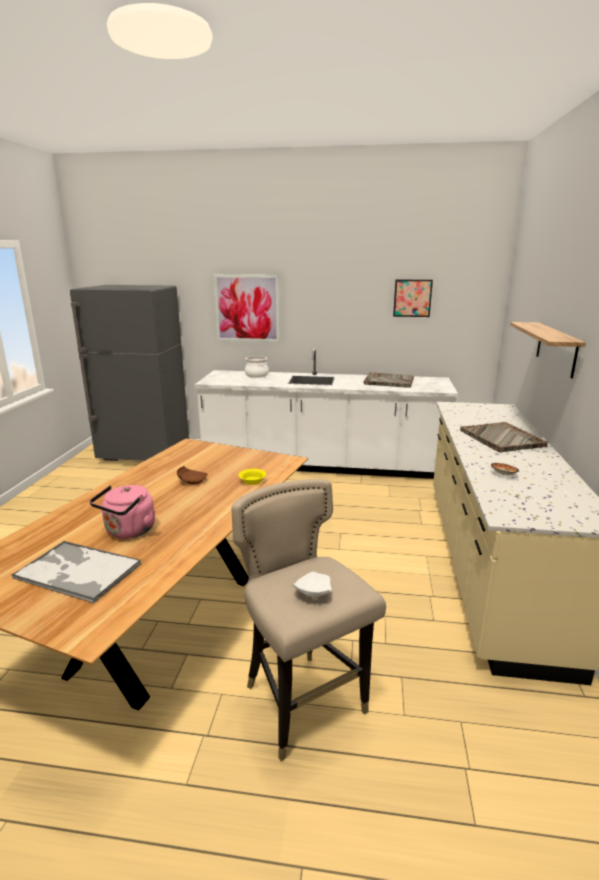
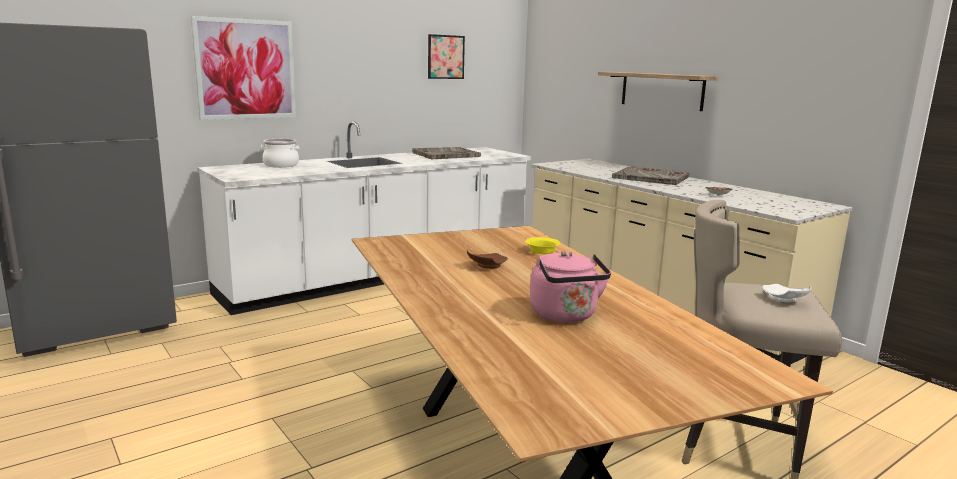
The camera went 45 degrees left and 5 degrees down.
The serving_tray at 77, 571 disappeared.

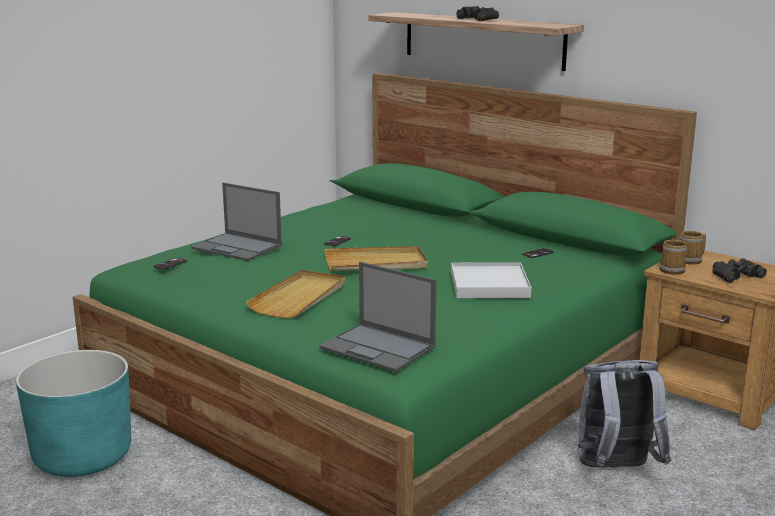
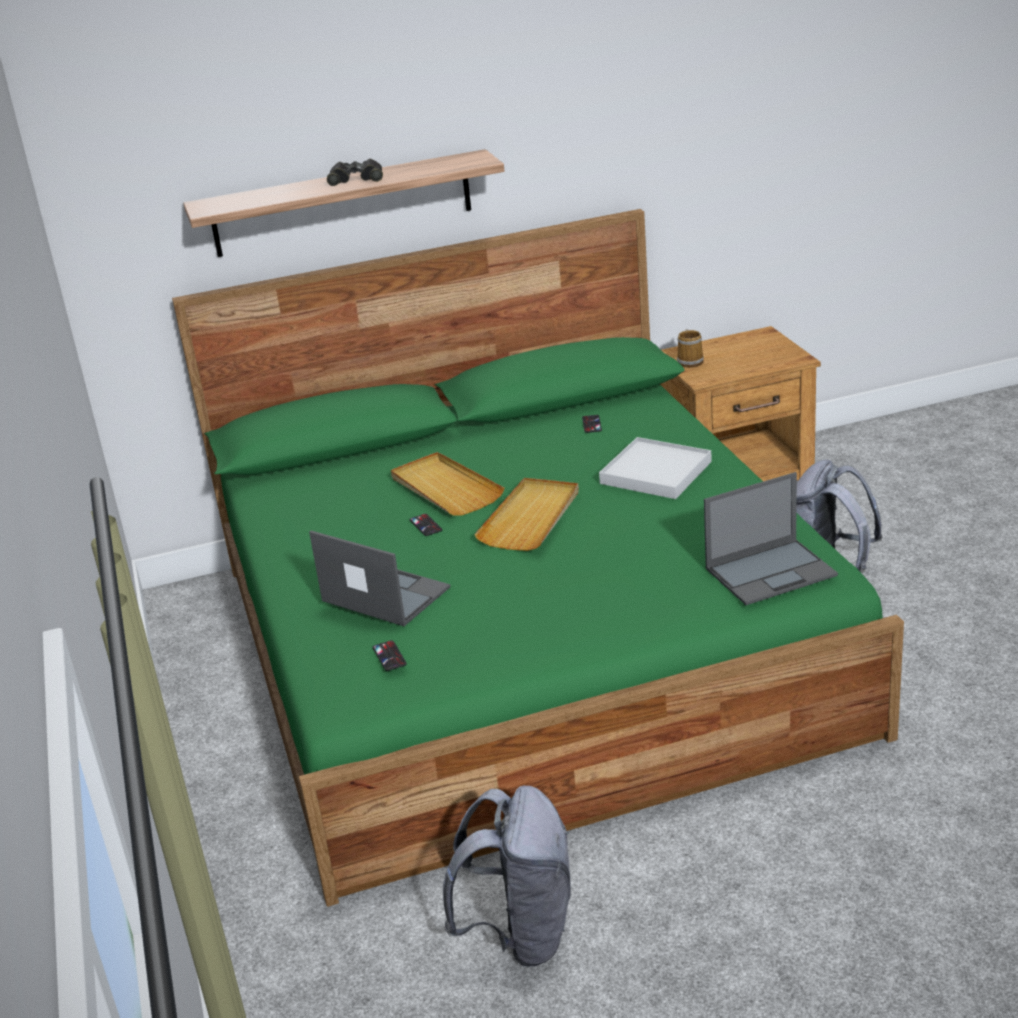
The camera went 55 degrees left and 10 degrees up.
The blue-green_planter at 83, 456 was replaced by the gray_rucksack at 520, 934.
The notebook_computer at 238, 247 turned 120 degrees counterclockwise.
The sand-coloured_serving_tray moved from 299, 297 to 445, 488.
The tea_mug at 673, 270 disappeared.
The blackish_pair_of_binoculars at 736, 275 disappeared.

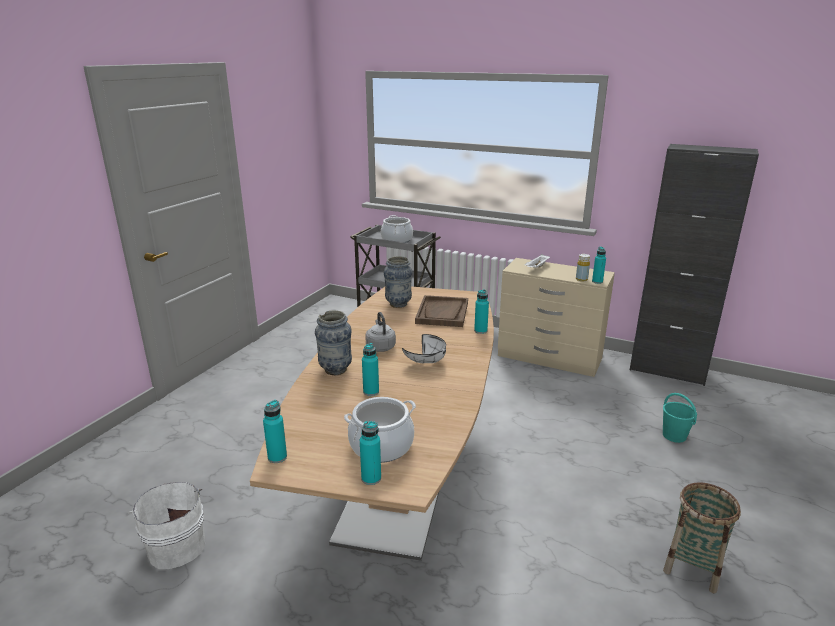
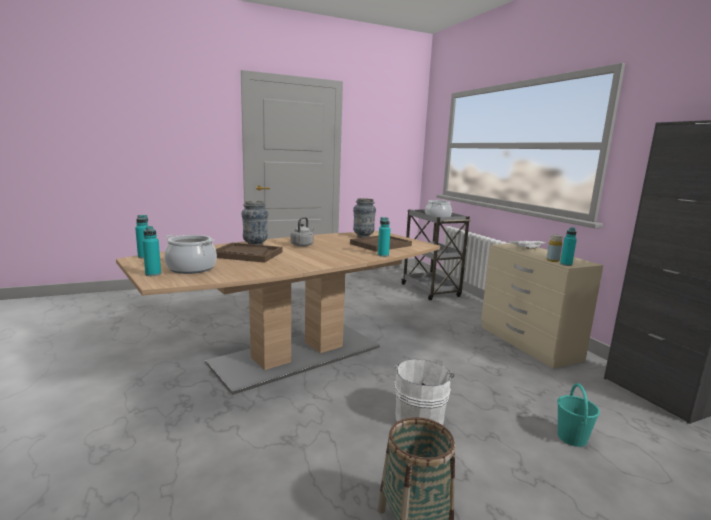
The camera went 40 degrees right and 10 degrees down.
The white_bucket moved from 176, 545 to 419, 416.
The blue-green_beverage_bottle at 371, 392 was replaced by the brownish_serving_tray at 247, 254.
The white_serving_bowl at 428, 361 disappeared.

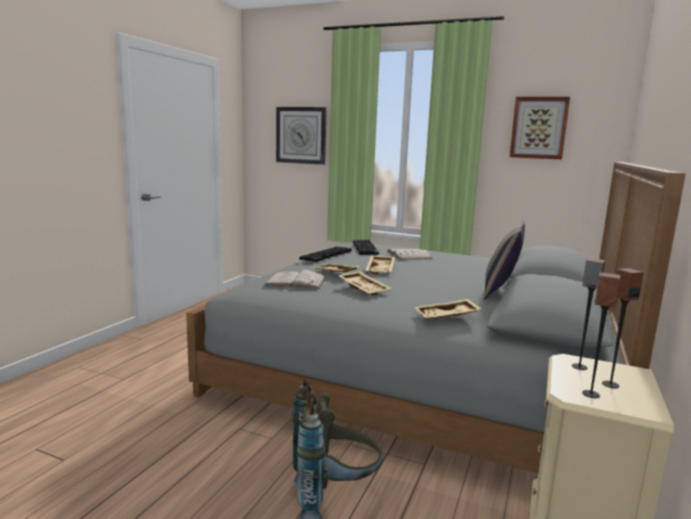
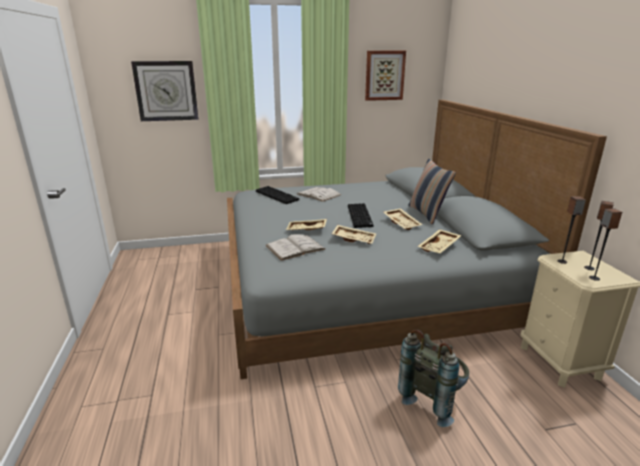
The camera went 35 degrees left and 10 degrees up.
The computer_keyboard moved from 327, 255 to 360, 216.
The sand-coloured_serving_tray moved from 381, 270 to 402, 223.

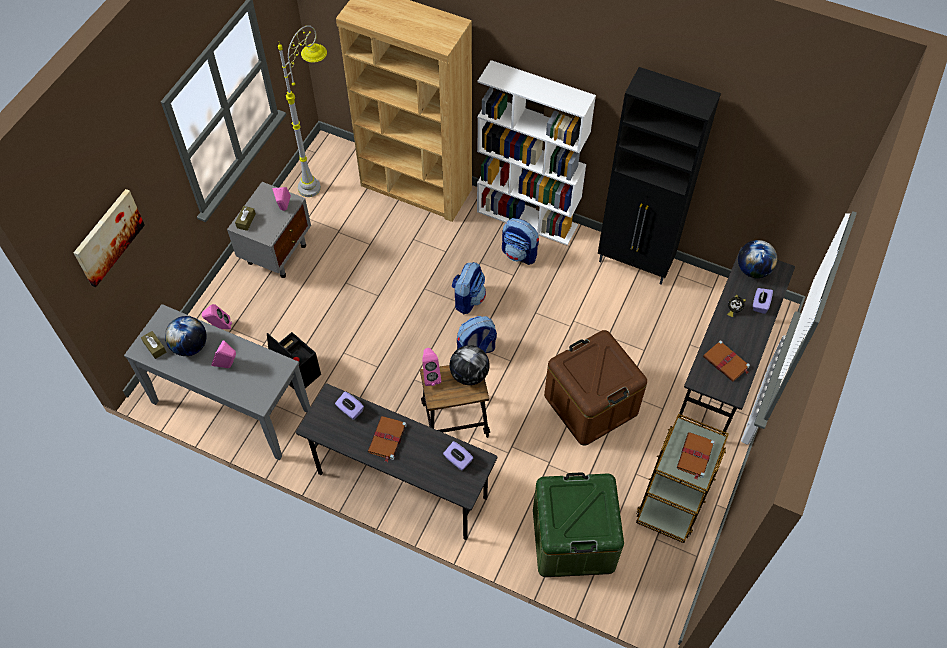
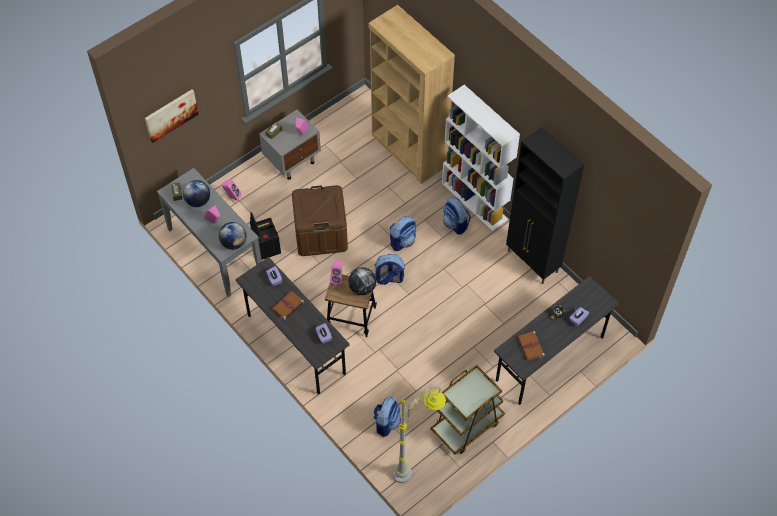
The camera went 25 degrees right and 0 degrees up.
The gray_floor_lamp moved from 321, 175 to 416, 465.
The greenish_storage_bin at 573, 539 was replaced by the rucksack at 386, 423.
The brownish_storage_bin moved from 590, 404 to 321, 234.
The brownish_volume at 695, 456 disappeared.
The desk_globe moved from 753, 270 to 234, 243.

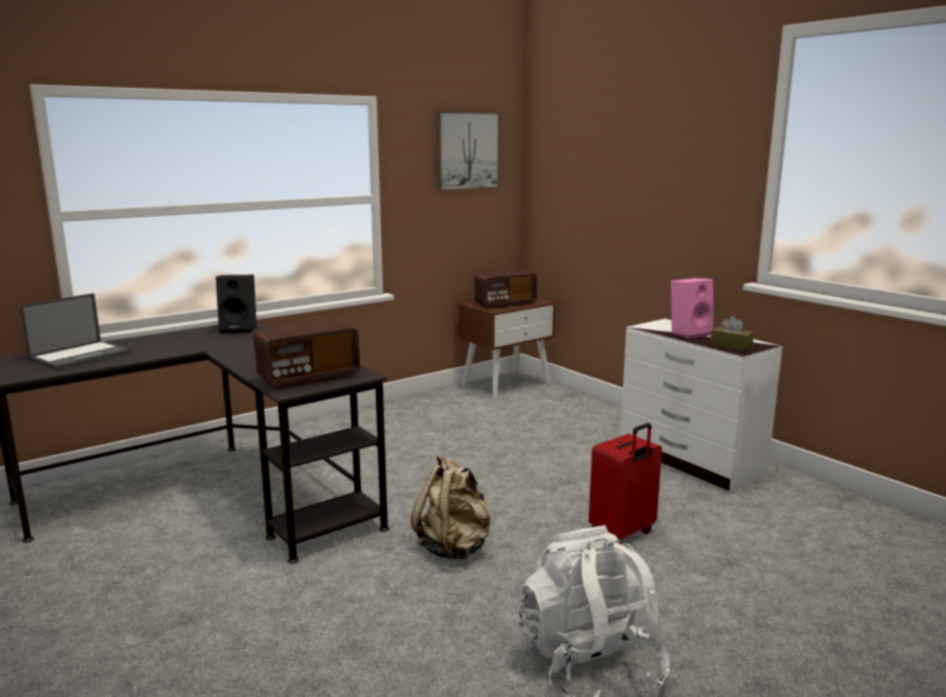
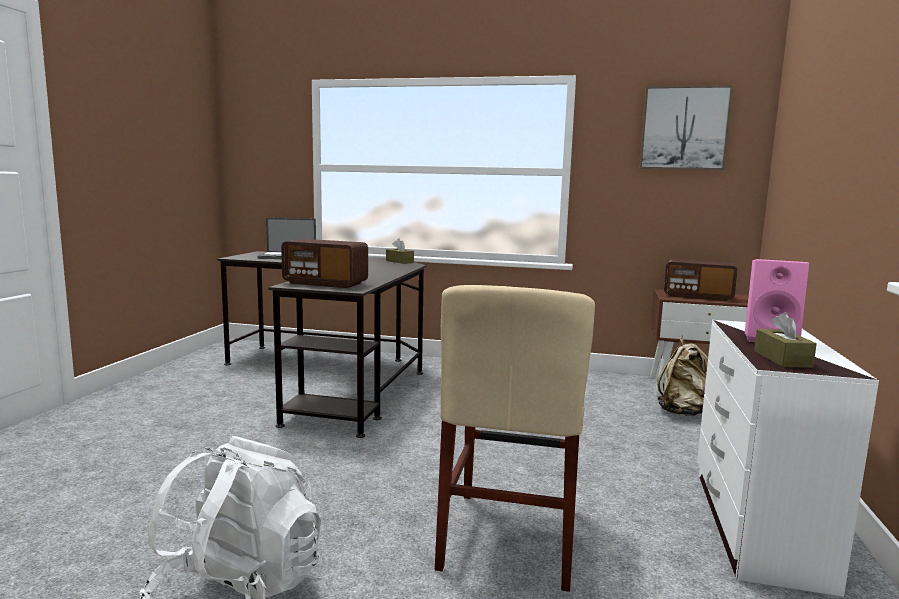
The camera went 50 degrees right and 5 degrees down.
The blackish_speaker at 240, 329 was replaced by the brownish_tissue_box at 399, 261.
The sand-coloured_rucksack moved from 454, 547 to 684, 412.
The reddish_suitcase at 622, 533 was replaced by the sand-coloured_upright_chair at 509, 536.

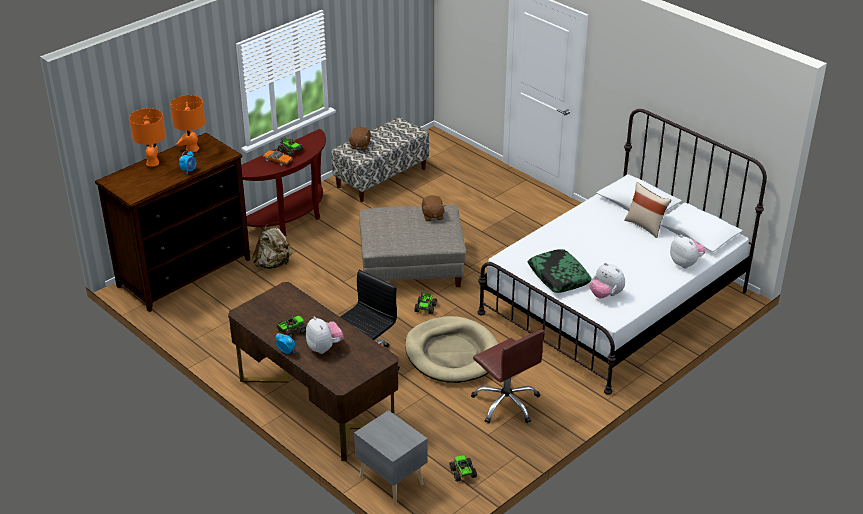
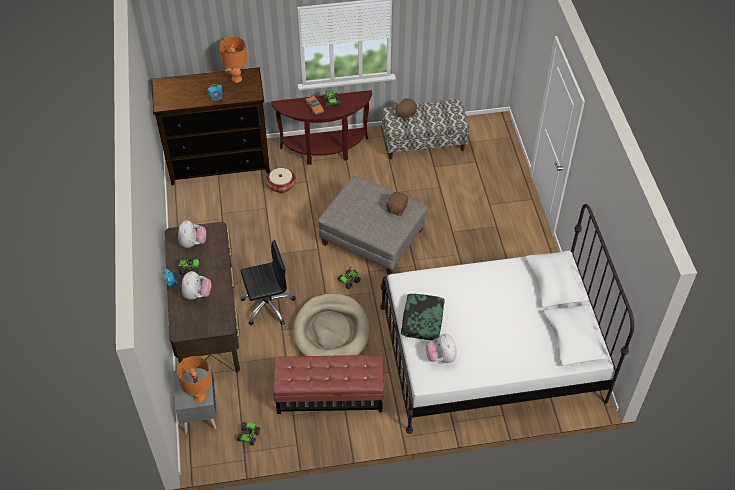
The camera went 35 degrees right and 15 degrees up.
The orangey_lamp_for_a_table moved from 153, 162 to 199, 396.
The sand-coloured_rucksack at 273, 264 was replaced by the basket at 281, 185.
The brownish_desk_chair at 506, 403 was replaced by the reddish_ottoman at 329, 396.
The sand-coloured_throw_pillow at 645, 226 disappeared.
The plush_toy moved from 685, 263 to 193, 243.

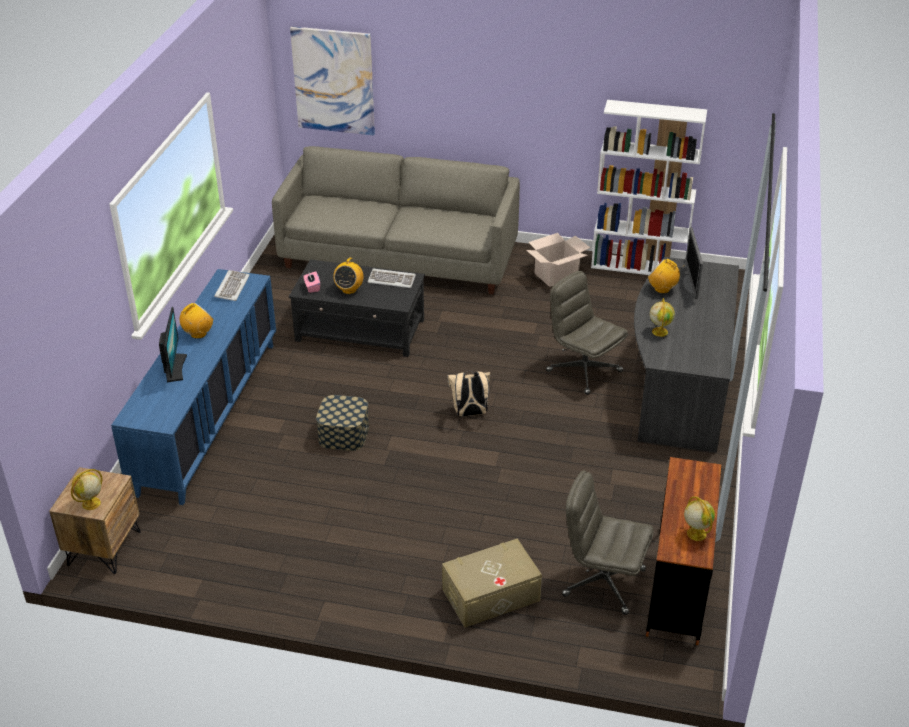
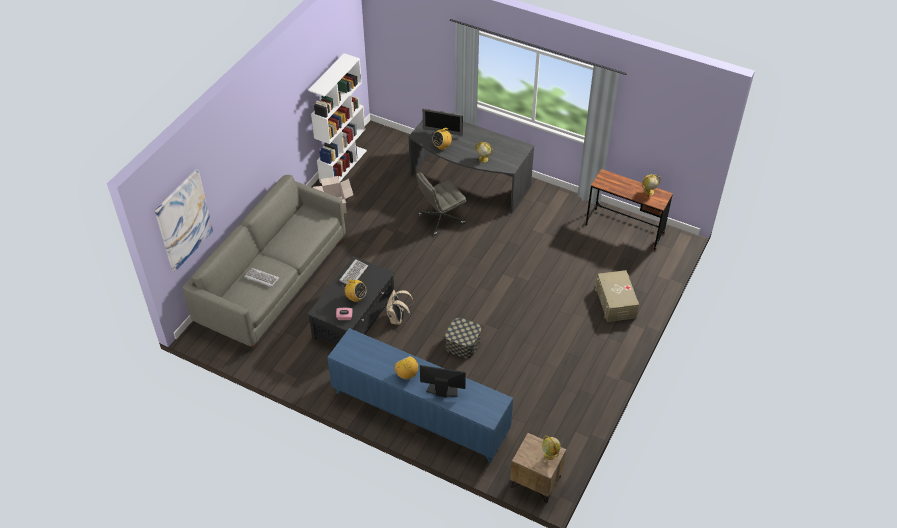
The camera went 75 degrees left and 10 degrees up.
The computer_keyboard moved from 231, 287 to 261, 278.
The sand-coloured_rucksack moved from 470, 413 to 398, 319.
The gray_desk_chair at 602, 582 disappeared.

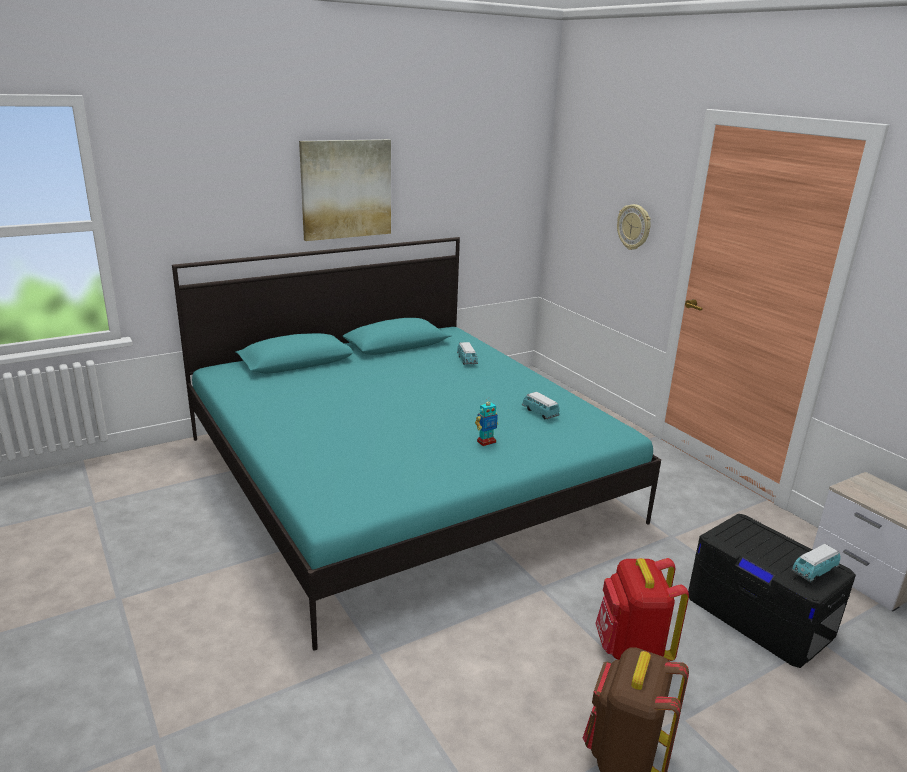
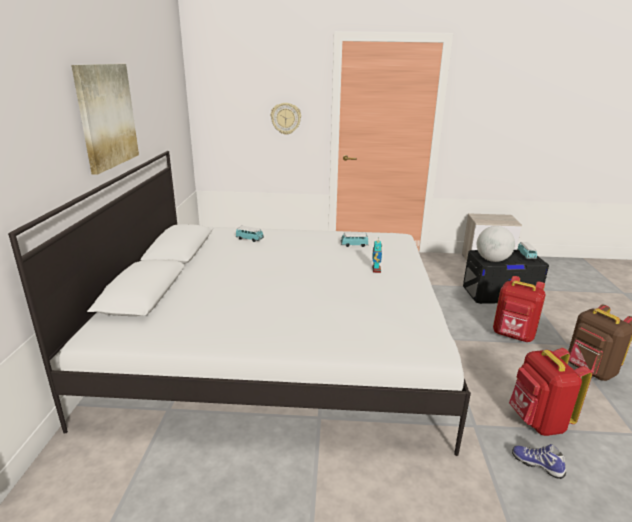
The camera went 55 degrees left and 0 degrees up.
The blue-green_sleeping_bed at 404, 478 became the white_sleeping_bed at 279, 340.
The desk_globe at 492, 260 appeared.
The reddish_rucksack at 537, 421 appeared.
The item_of_footwear at 537, 464 appeared.

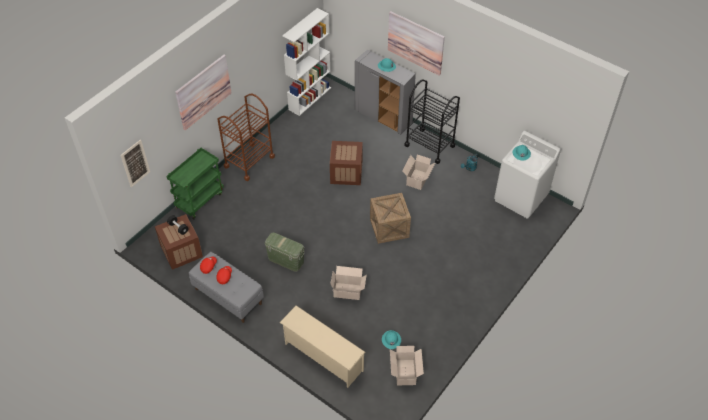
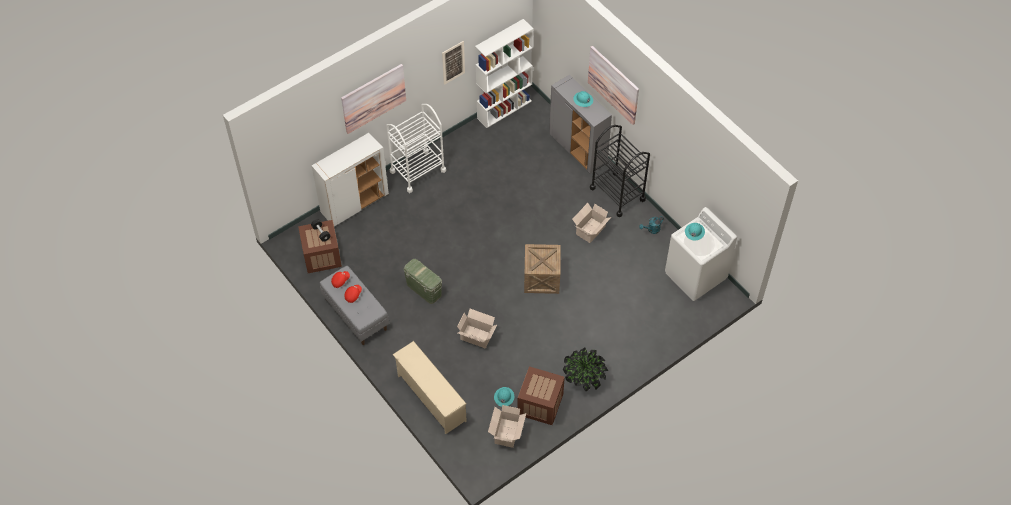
The camera went 15 degrees right and 5 degrees up.
The picture moved from 135, 163 to 453, 62.
The greenish_wheeled_cart at 199, 199 was replaced by the white_cupboard at 354, 203.
The brownish_wheeled_cart at 249, 161 became the white_wheeled_cart at 417, 171.
The crate moved from 346, 173 to 540, 404.
The plant_in_a_pot at 584, 379 appeared.

